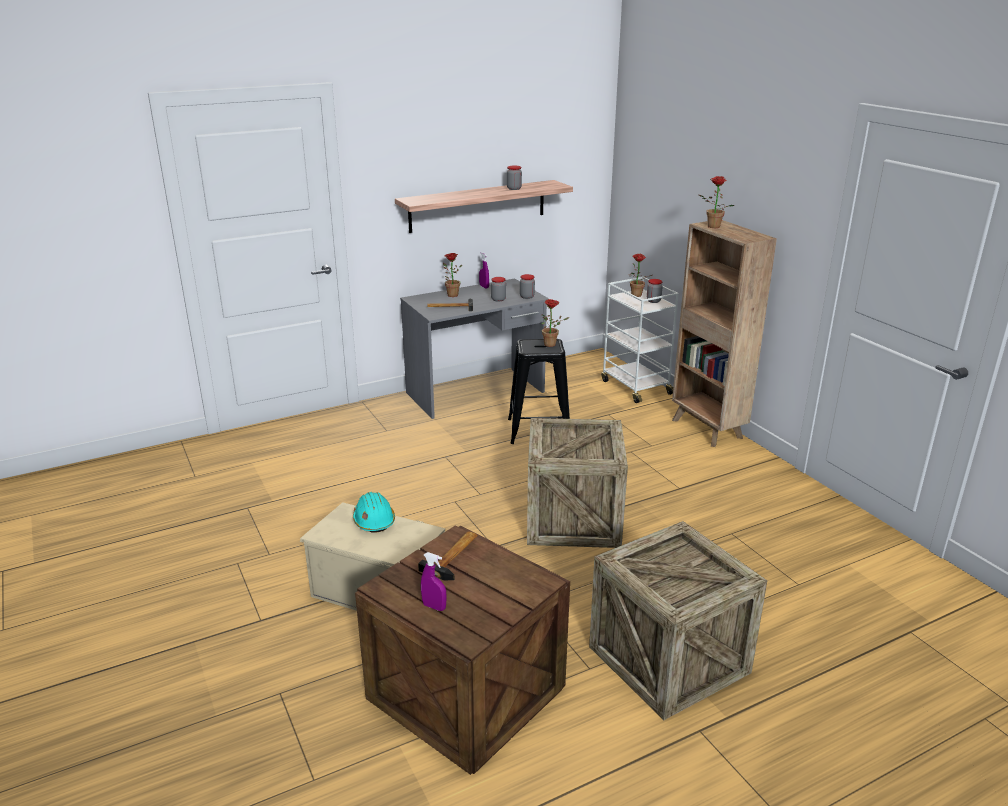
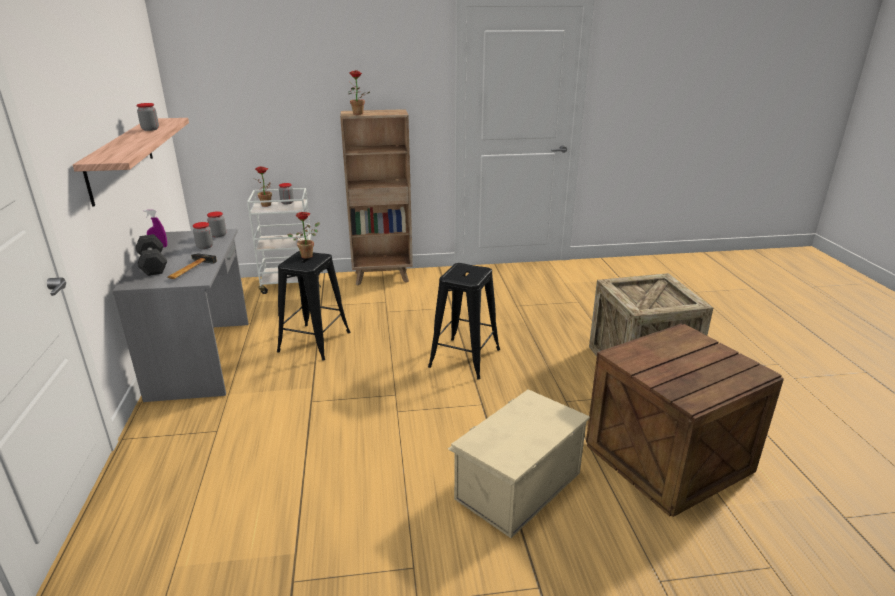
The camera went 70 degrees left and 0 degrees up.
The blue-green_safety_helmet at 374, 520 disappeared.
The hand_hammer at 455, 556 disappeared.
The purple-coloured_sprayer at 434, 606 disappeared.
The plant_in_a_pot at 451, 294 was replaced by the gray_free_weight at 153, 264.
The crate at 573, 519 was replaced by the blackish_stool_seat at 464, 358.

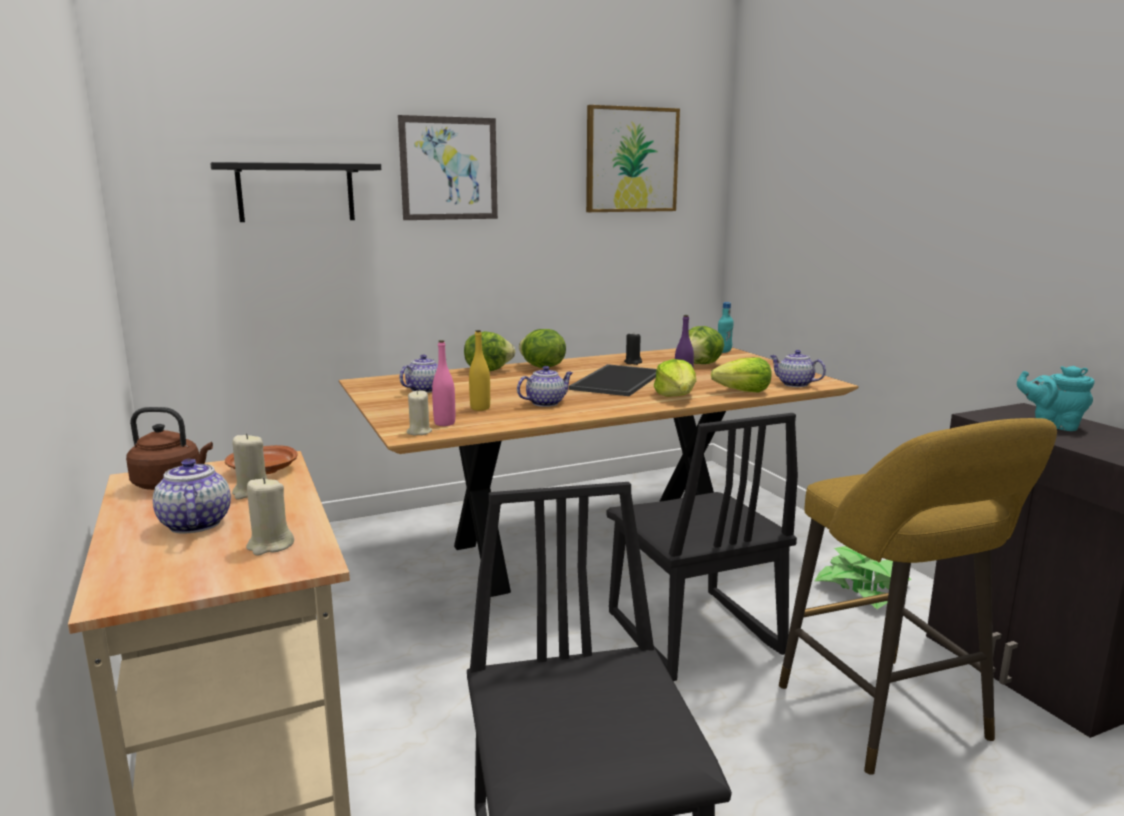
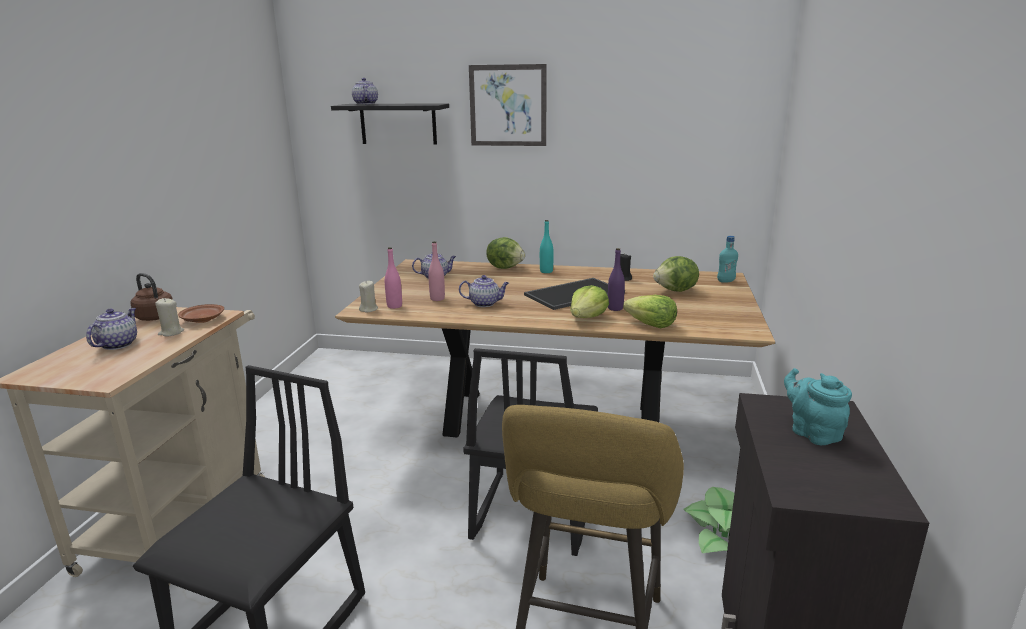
The camera went 35 degrees right and 5 degrees up.
The sand-coloured_candle at 270, 545 disappeared.
The yellow-coloured_beverage_bottle at 480, 408 became the pink_beverage_bottle at 437, 299.
The lettuce at 541, 367 was replaced by the blue-green_beverage_bottle at 546, 271.
The picture at 631, 160 disappeared.
The teapot moved from 794, 384 to 365, 104.

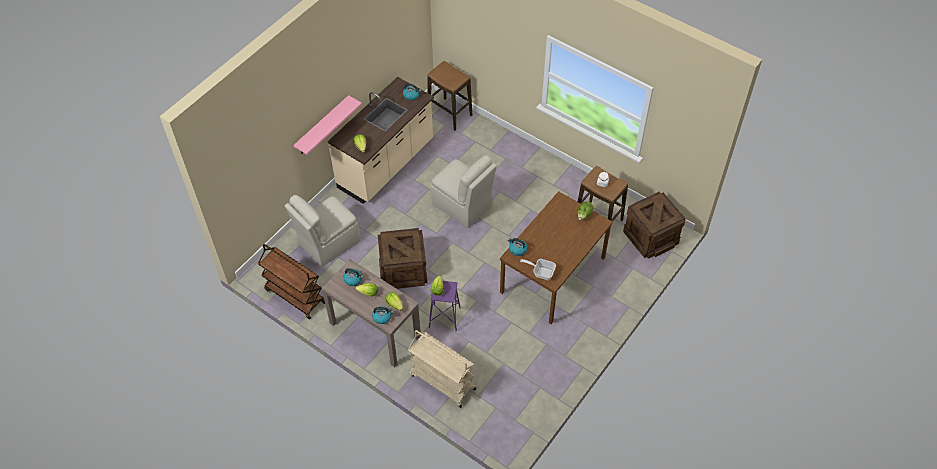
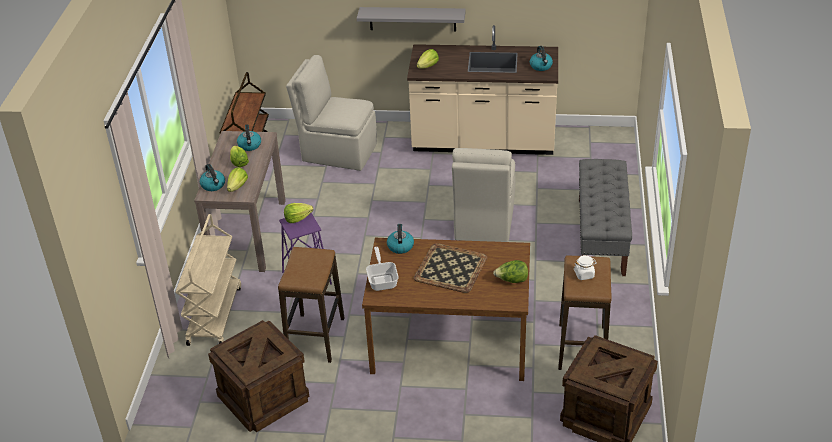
The camera went 60 degrees right and 15 degrees down.
The pink_shelf at 322, 126 became the gray_shelf at 412, 19.
The crate moved from 403, 270 to 263, 397.
The stool_seat moved from 449, 114 to 315, 338.
The serving_tray at 450, 268 appeared.
The gray_long_seat at 601, 236 appeared.

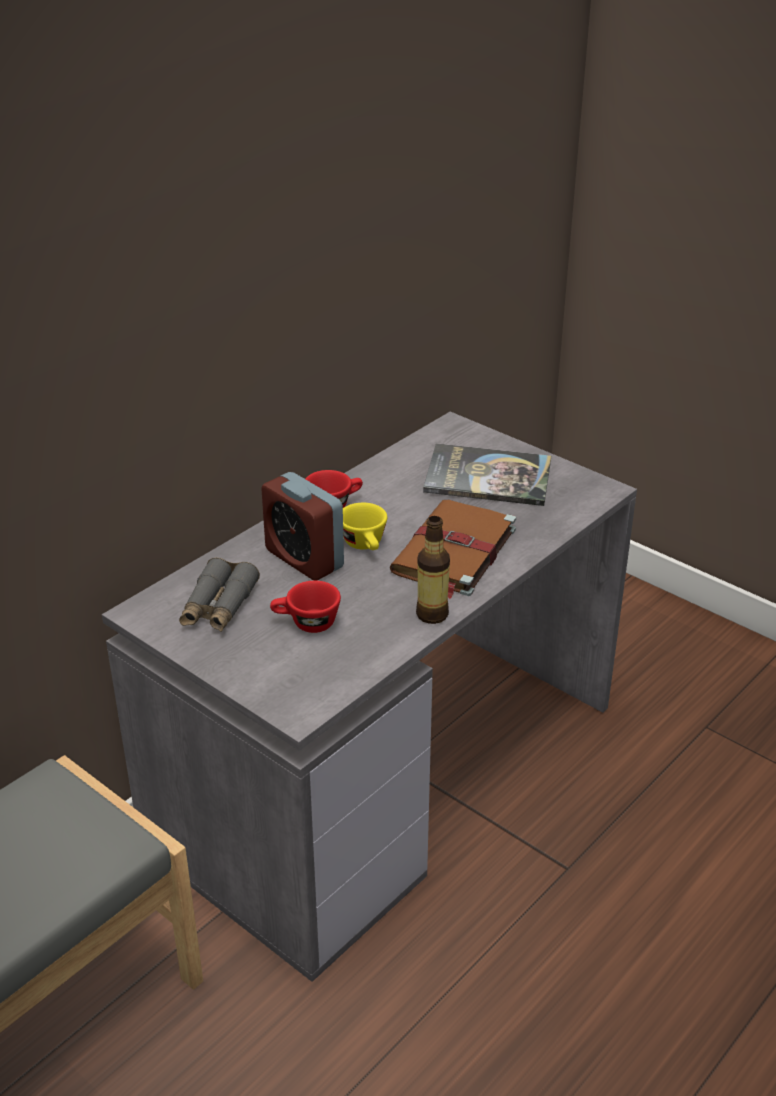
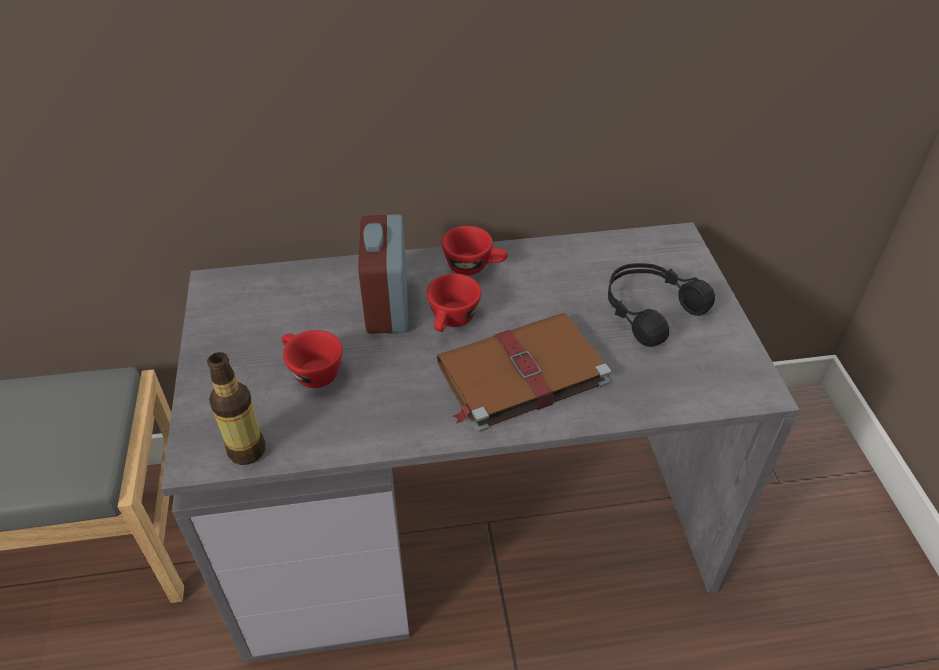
The camera went 40 degrees right and 10 degrees up.
The gray_pair_of_binoculars at 218, 607 disappeared.
The yellow-coloured_small_cup at 366, 545 became the reddish_small_cup at 452, 321.
The beverage_bottle moved from 432, 614 to 246, 450.
The volume at 488, 477 was replaced by the blackish_headphones at 649, 310.

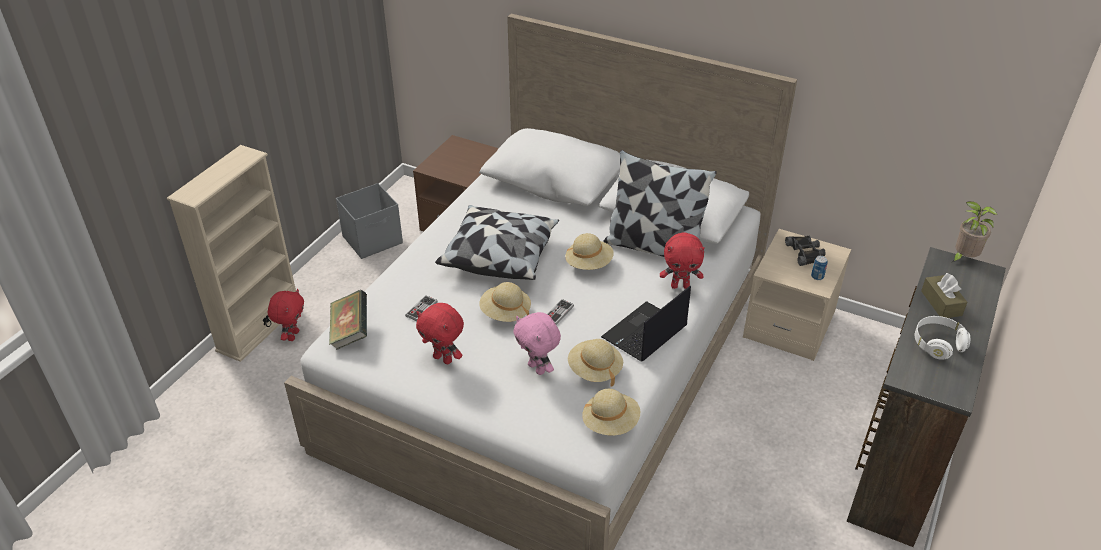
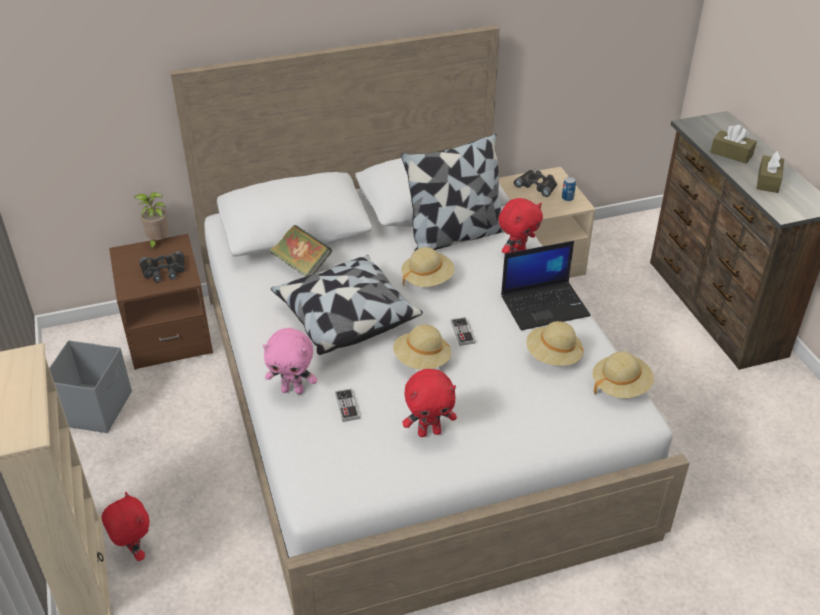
The camera went 45 degrees left and 0 degrees up.
The volume moved from 350, 332 to 301, 264.
The pink_plush_toy moved from 537, 368 to 293, 390.
The notebook_computer at 644, 333 turned 105 degrees counterclockwise.
The white_headphones at 937, 344 was replaced by the brownish_tissue_box at 768, 181.
The plant_in_a_pot moved from 963, 258 to 157, 242.
The blackish_pair_of_binoculars at 164, 271 appeared.

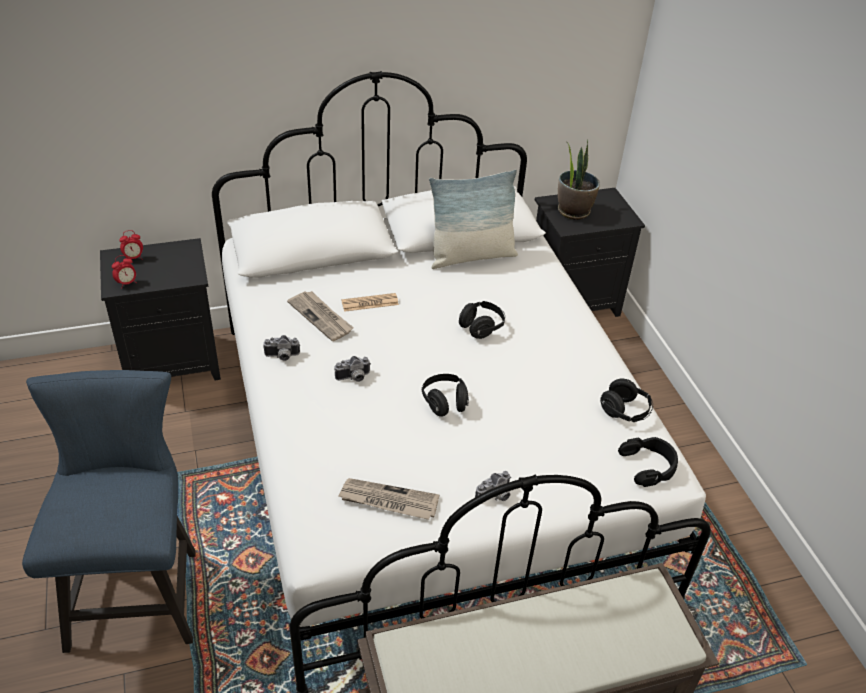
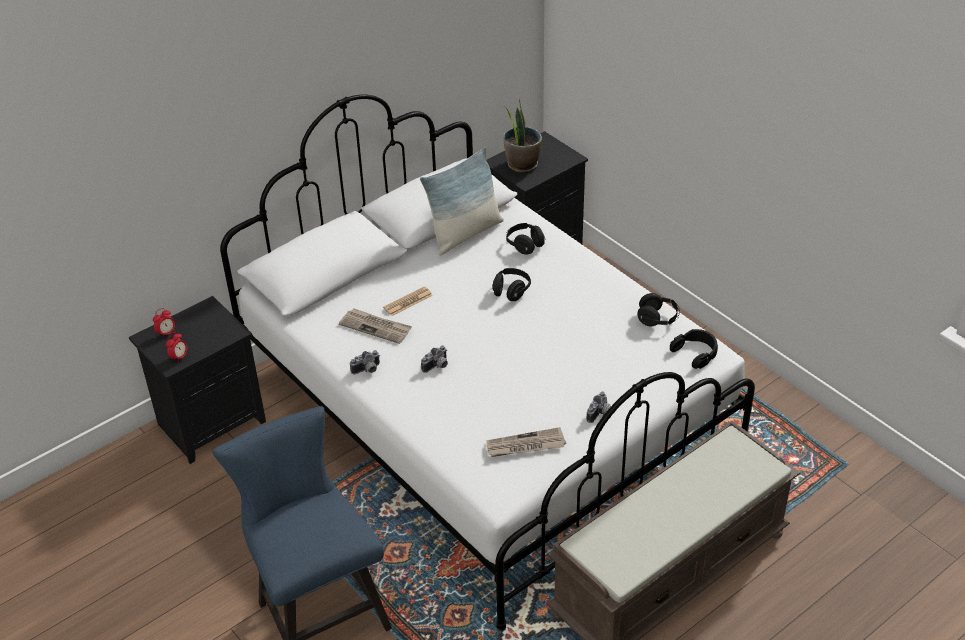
The camera went 20 degrees left and 0 degrees up.
The blackish_headphones moved from 444, 402 to 525, 245.

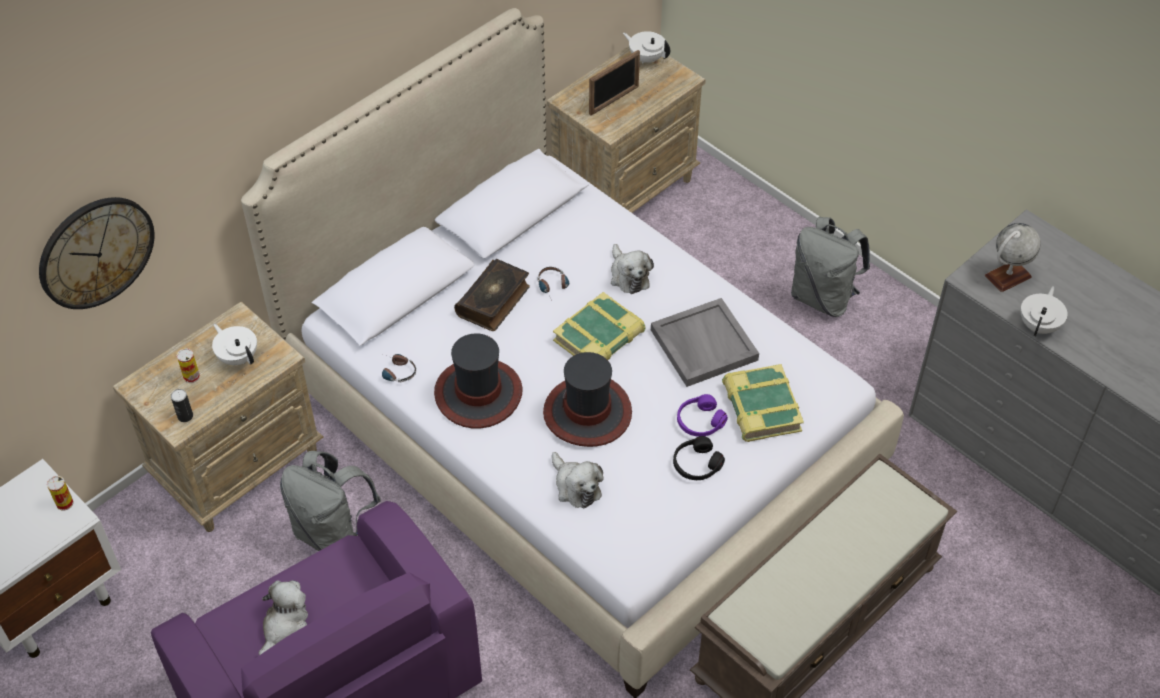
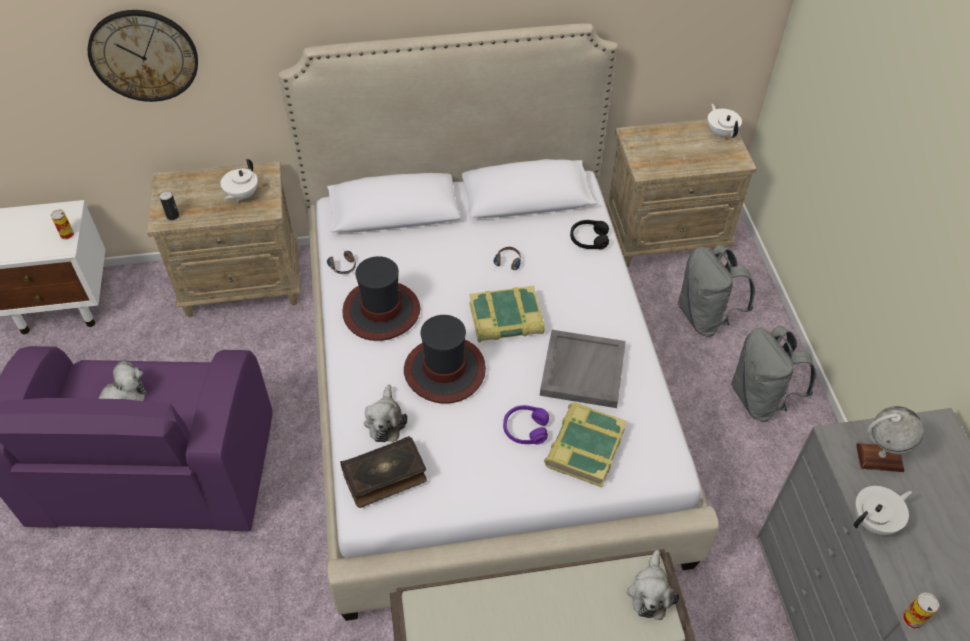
The camera went 35 degrees right and 0 degrees up.
The sealed_can moved from 191, 376 to 912, 619.
The white_teapot at 238, 357 turned 150 degrees counterclockwise.
The gray_rucksack moved from 333, 533 to 705, 317.
The volume moved from 494, 301 to 385, 477.
The standing_frame at 614, 100 disappeared.
The plush_toy moved from 628, 276 to 650, 592.
The blackish_headphones moved from 696, 464 to 589, 239.

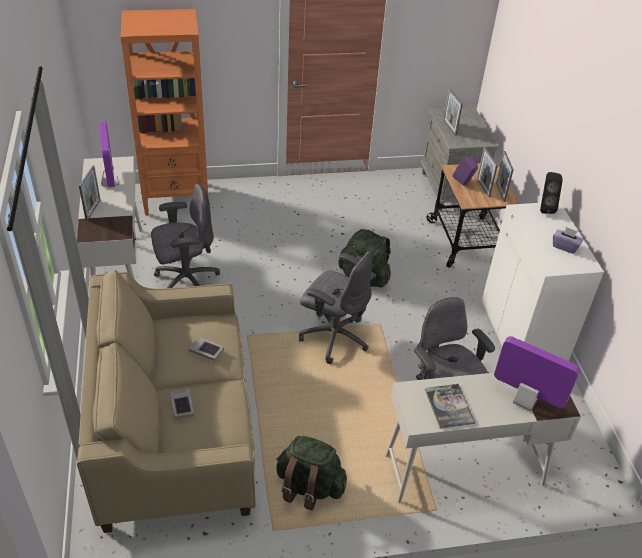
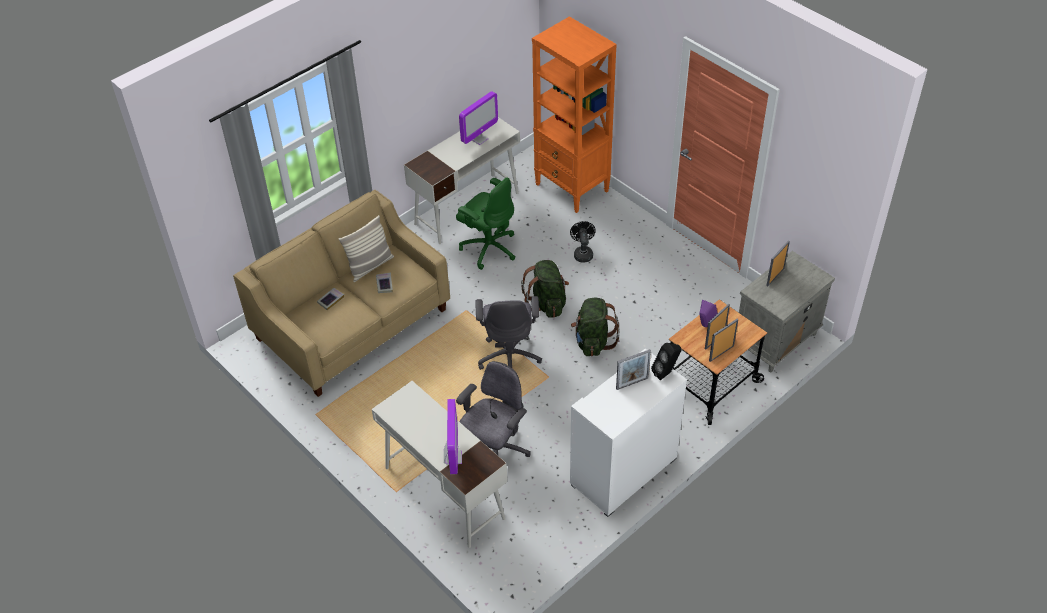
The camera went 60 degrees right and 5 degrees up.
The standing_frame moved from 93, 210 to 632, 383.
The gray_desk_chair at 186, 281 became the greenish_desk_chair at 488, 248.
The greenish_rucksack moved from 309, 487 to 547, 303.
The volume at 449, 406 disappeared.
The purple-coloured_tissue_box at 565, 246 disappeared.
The throw_pillow at 370, 266 appeared.
The blackish_fan at 582, 253 appeared.

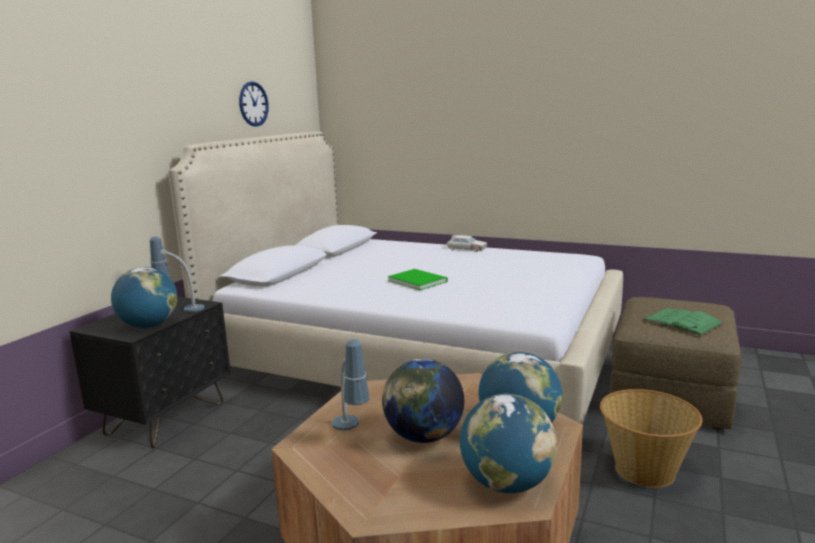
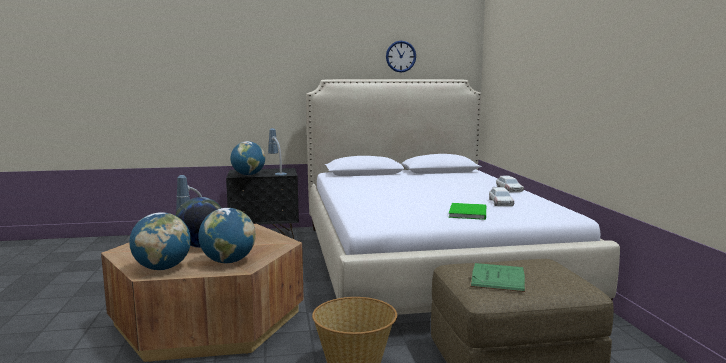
The camera went 55 degrees right and 5 degrees down.
The greenish_volume moved from 417, 280 to 469, 212.
The miniature_car at 500, 202 appeared.

